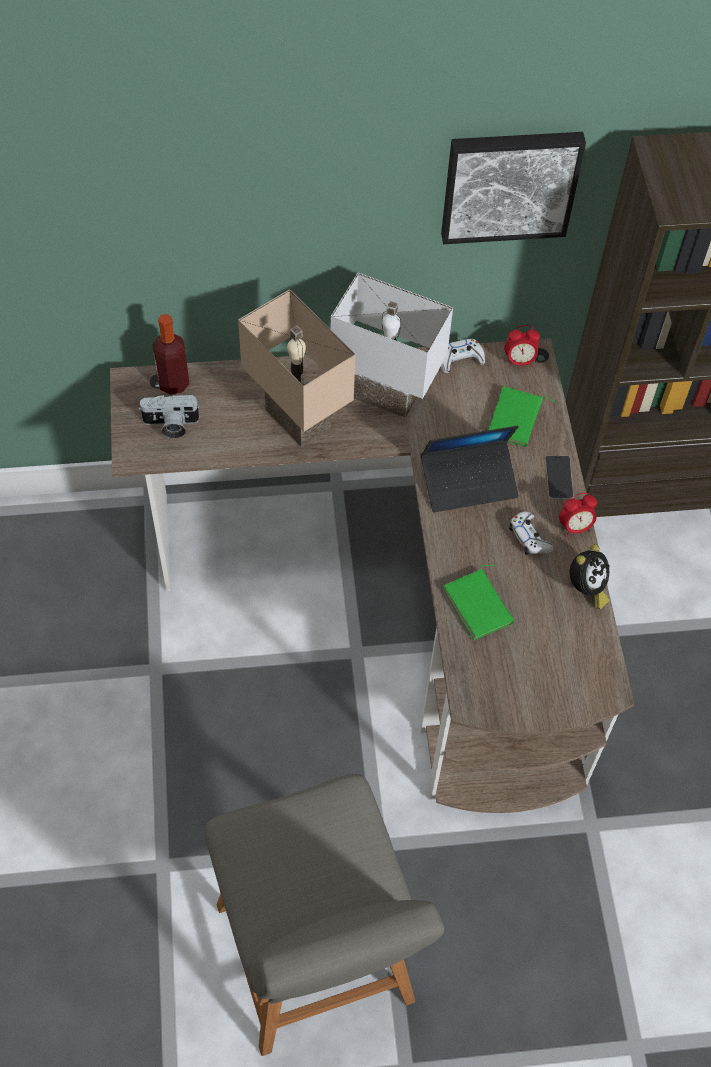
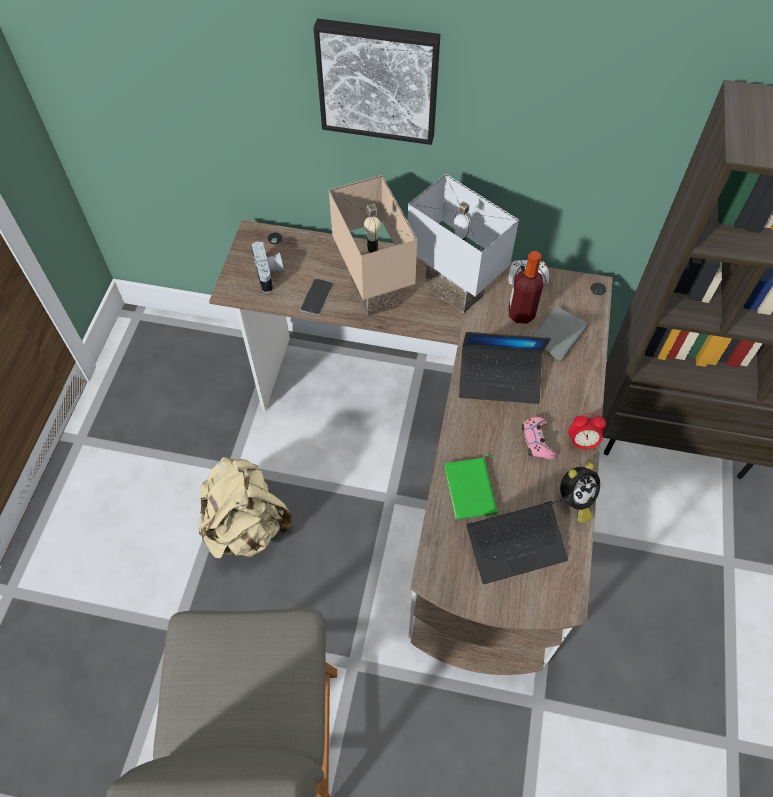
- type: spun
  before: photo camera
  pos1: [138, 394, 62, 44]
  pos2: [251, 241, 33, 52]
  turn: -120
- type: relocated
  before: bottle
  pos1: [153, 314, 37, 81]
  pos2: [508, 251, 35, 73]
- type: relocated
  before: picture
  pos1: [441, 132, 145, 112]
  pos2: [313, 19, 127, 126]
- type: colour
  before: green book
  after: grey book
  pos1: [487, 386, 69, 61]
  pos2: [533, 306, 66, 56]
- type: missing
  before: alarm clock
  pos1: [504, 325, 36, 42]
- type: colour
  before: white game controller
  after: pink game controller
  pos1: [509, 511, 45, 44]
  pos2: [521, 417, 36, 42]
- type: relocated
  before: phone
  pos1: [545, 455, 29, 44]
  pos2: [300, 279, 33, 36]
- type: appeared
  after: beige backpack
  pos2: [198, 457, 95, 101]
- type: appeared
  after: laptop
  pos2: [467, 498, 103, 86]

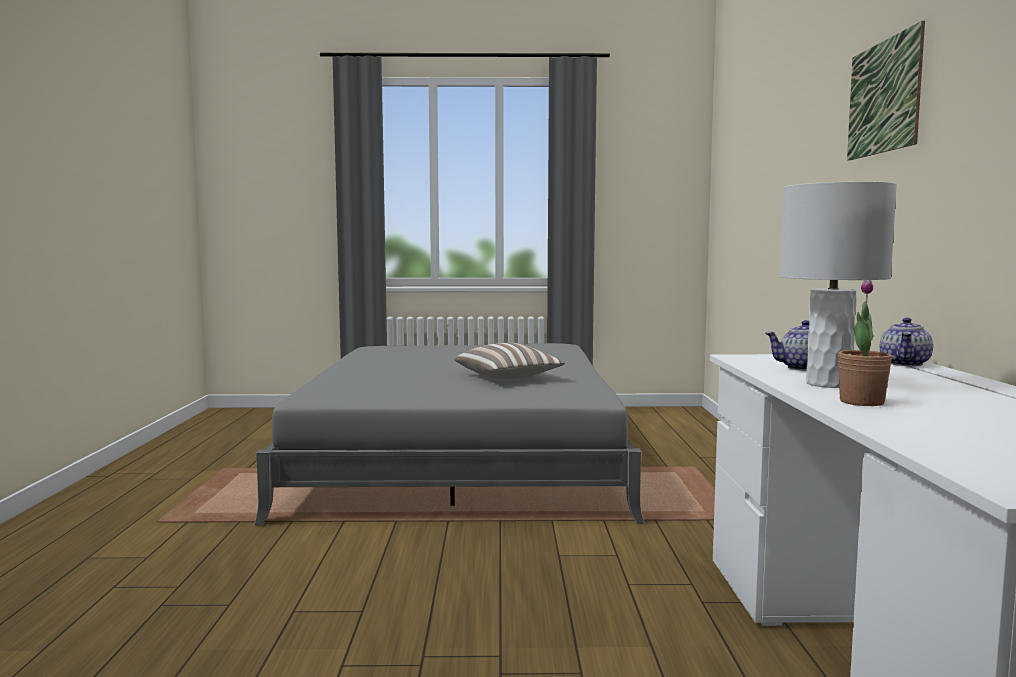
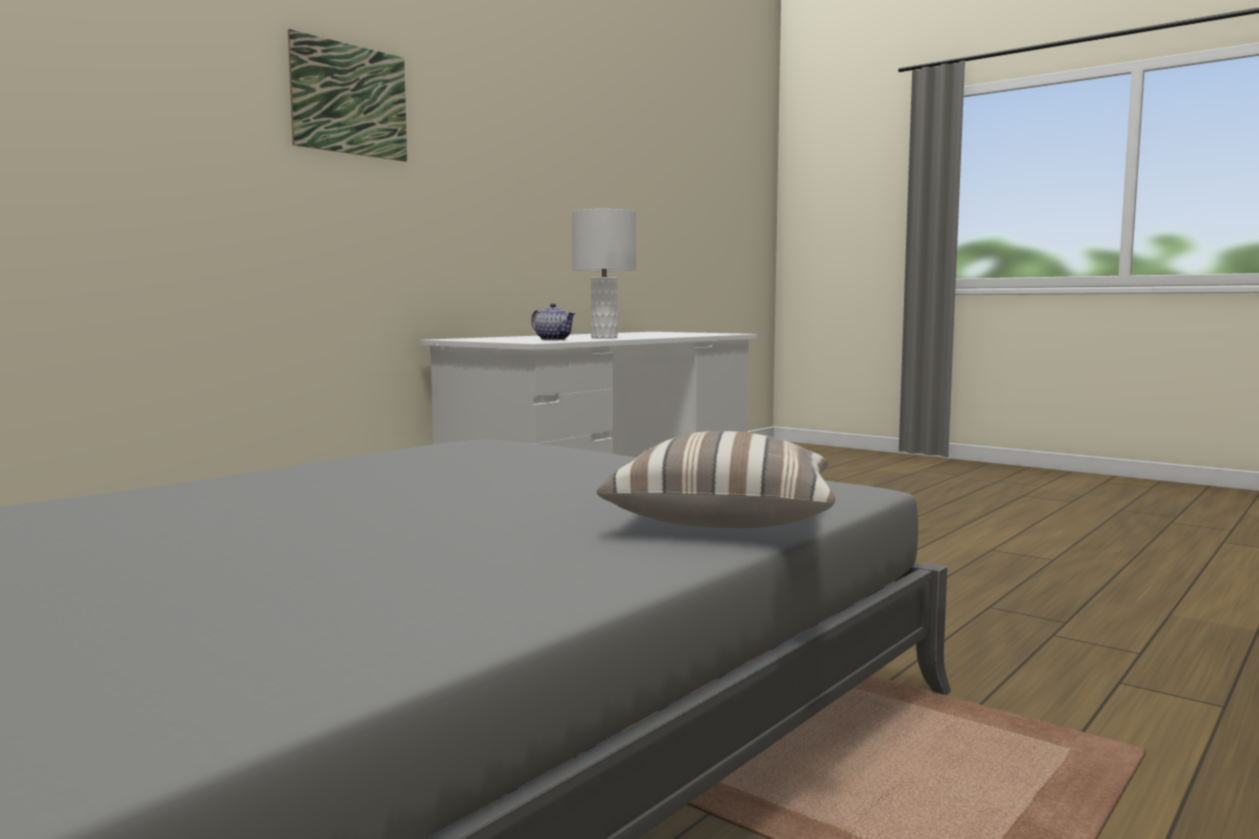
- type: relocated
  before: pillow
  pos1: [454, 343, 111, 36]
  pos2: [596, 431, 240, 97]
- type: missing
  before: potted plant
  pos1: [838, 279, 54, 127]
- type: missing
  before: teapot
  pos1: [880, 318, 53, 48]

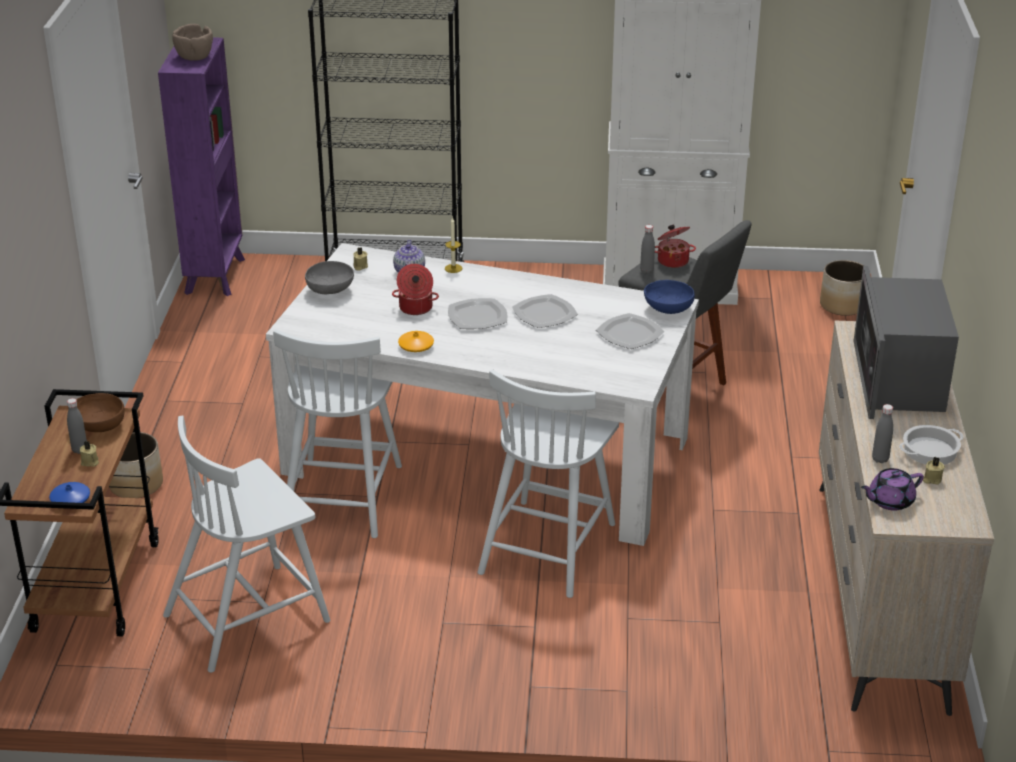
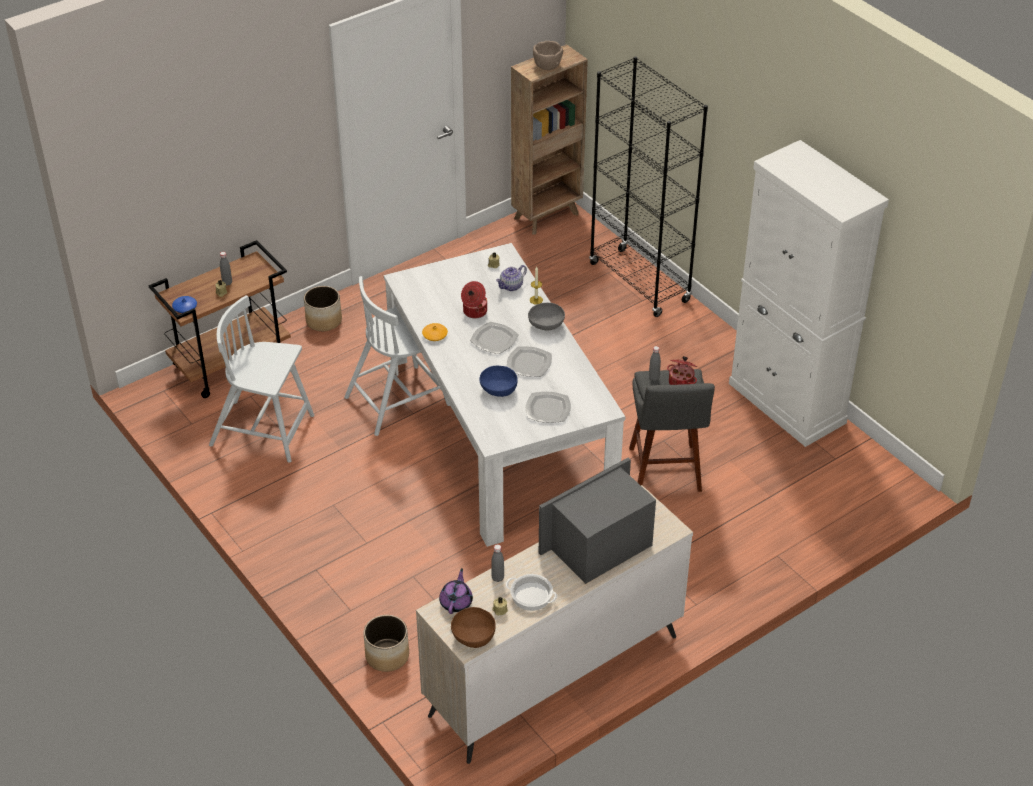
- type: relocated
  before: brown bowl
  pos1: [76, 393, 49, 39]
  pos2: [451, 607, 45, 41]
- type: colour
  before: purple bookcase
  after: brown bookcase
  pos1: [158, 38, 87, 258]
  pos2: [511, 44, 77, 191]
- type: relocated
  before: grey bowl
  pos1: [305, 261, 49, 33]
  pos2: [528, 303, 37, 28]
- type: missing
  before: white chair
  pos1: [478, 369, 141, 229]
- type: relocated
  before: blue bowl
  pos1: [644, 280, 51, 34]
  pos2: [479, 366, 39, 31]
- type: relocated
  before: planter
  pos1: [820, 260, 44, 56]
  pos2: [364, 615, 45, 57]
- type: spun
  before: purple teapot
  pos1: [861, 468, 63, 43]
  pos2: [439, 568, 34, 46]
  turn: 75

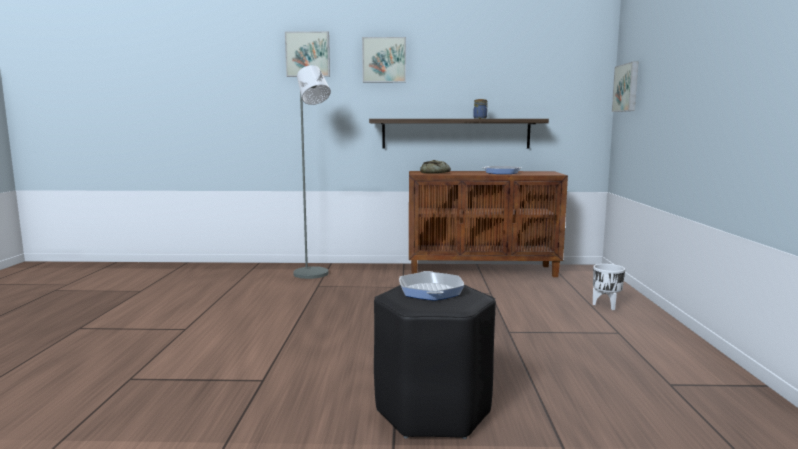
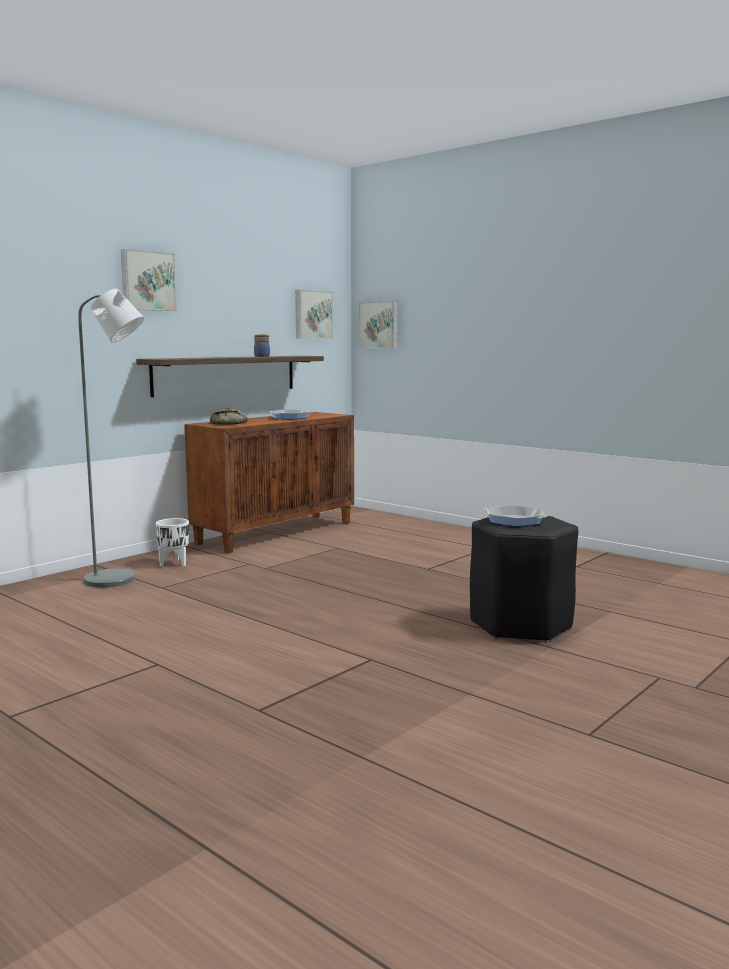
- type: relocated
  before: picture
  pos1: [285, 31, 45, 46]
  pos2: [295, 290, 38, 49]
- type: relocated
  before: white planter
  pos1: [593, 264, 32, 46]
  pos2: [156, 518, 33, 48]

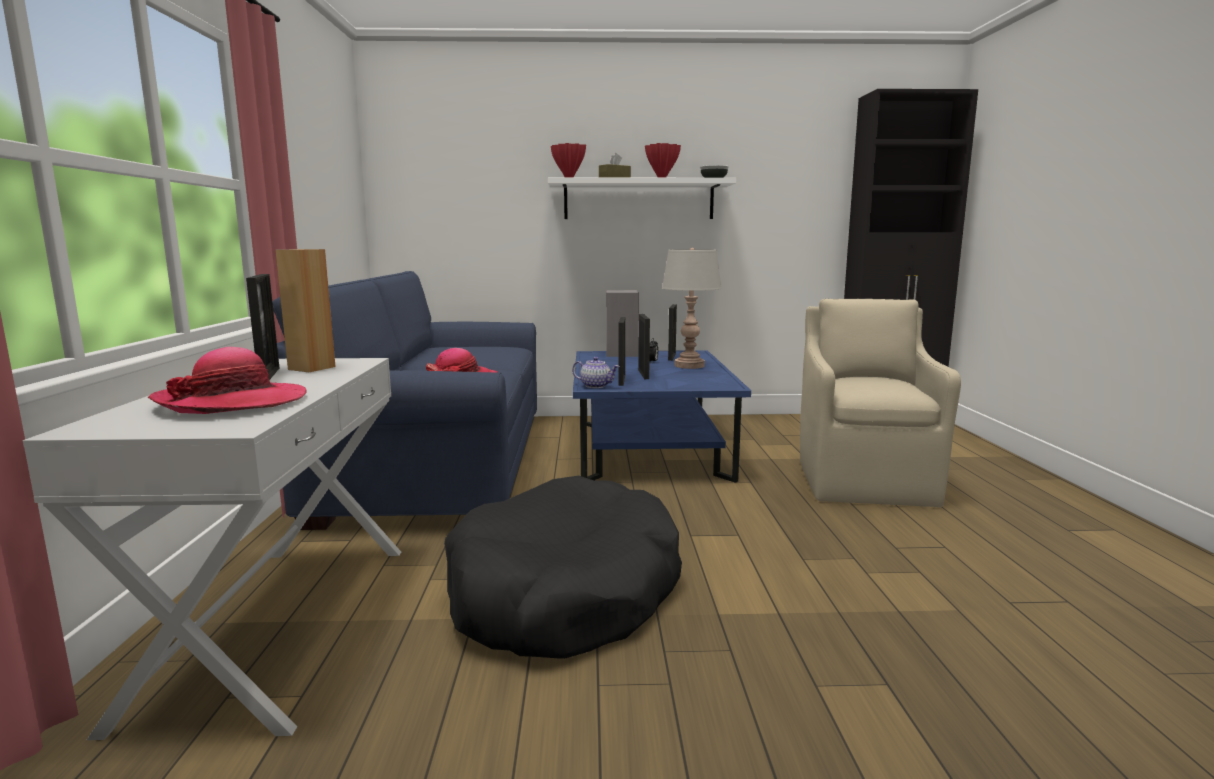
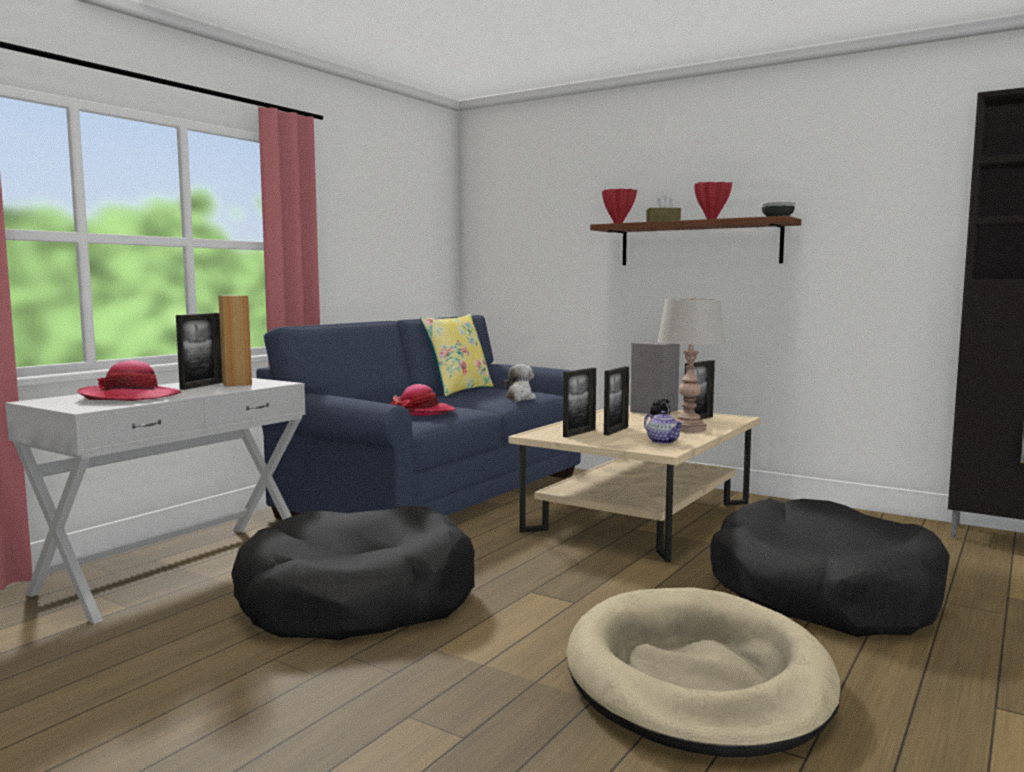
- type: colour
  before: white shelf
  after: brown shelf
  pos1: [548, 178, 188, 41]
  pos2: [590, 216, 211, 49]
- type: relocated
  before: teapot
  pos1: [572, 357, 48, 31]
  pos2: [644, 411, 39, 33]
- type: colour
  before: blue coffee table
  after: beige coffee table
  pos1: [573, 350, 178, 133]
  pos2: [509, 405, 251, 157]
- type: exchanged
  before: beige armchair
  after: black dog bed
  pos1: [800, 299, 161, 208]
  pos2: [710, 499, 240, 138]
- type: appeared
  after: yellow pillow
  pos2: [420, 314, 73, 82]
- type: appeared
  after: plush toy
  pos2: [503, 364, 33, 38]
- type: appeared
  after: beige dog bed
  pos2: [566, 587, 275, 170]

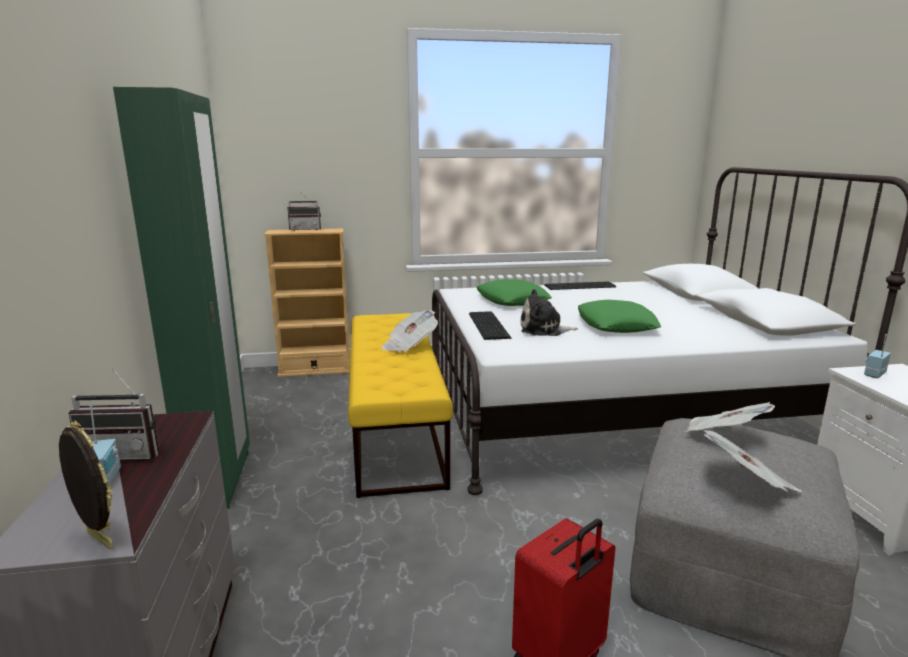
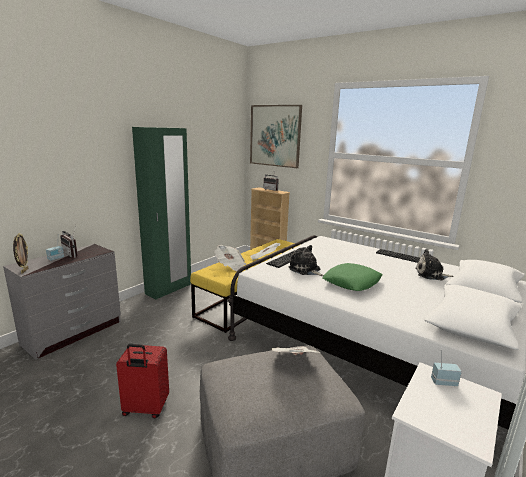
- type: missing
  before: green pillow
  pos1: [476, 280, 76, 26]
- type: relocated
  before: newspaper
  pos1: [703, 430, 99, 62]
  pos2: [214, 245, 32, 26]
- type: appeared
  after: picture
  pos2: [250, 105, 52, 63]
- type: appeared
  after: plush toy
  pos2: [415, 249, 39, 31]

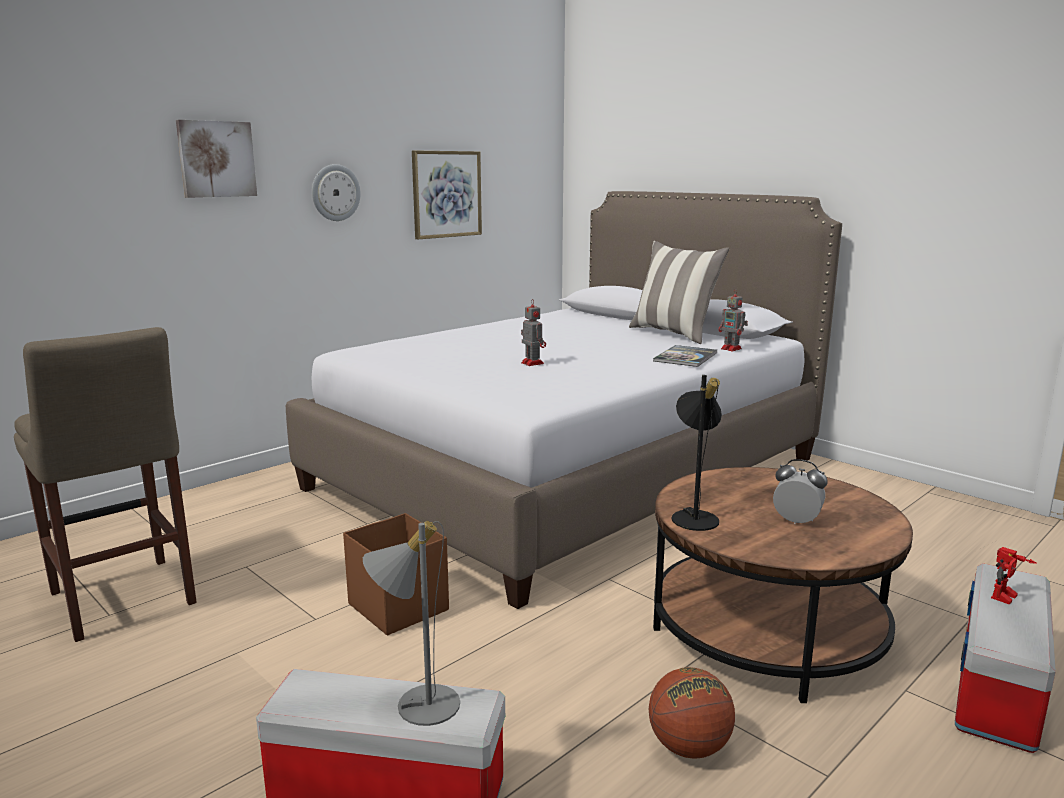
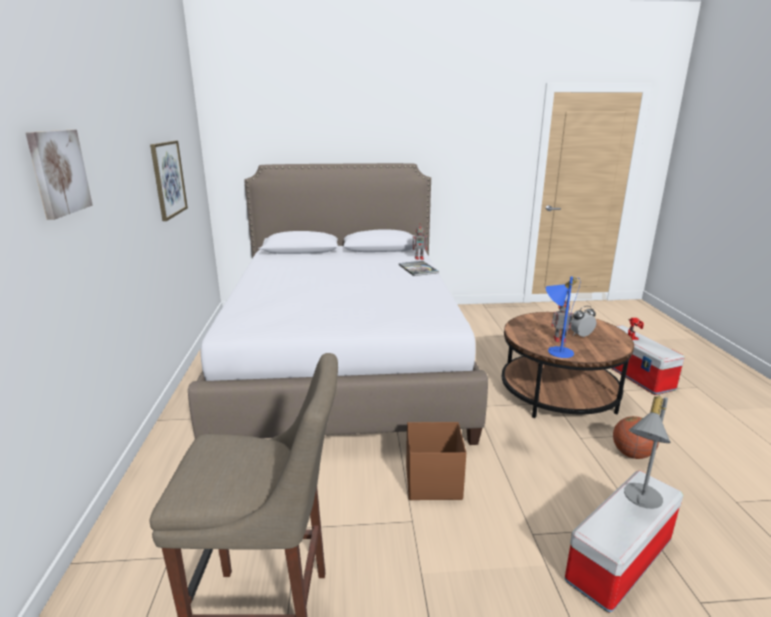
- type: missing
  before: wall clock
  pos1: [312, 164, 49, 57]
- type: relocated
  before: toy robot
  pos1: [521, 300, 25, 66]
  pos2: [551, 298, 22, 45]
- type: missing
  before: pillow
  pos1: [629, 241, 100, 103]
- type: colour
  before: black table lamp
  after: blue table lamp
  pos1: [672, 375, 50, 156]
  pos2: [546, 277, 35, 81]

